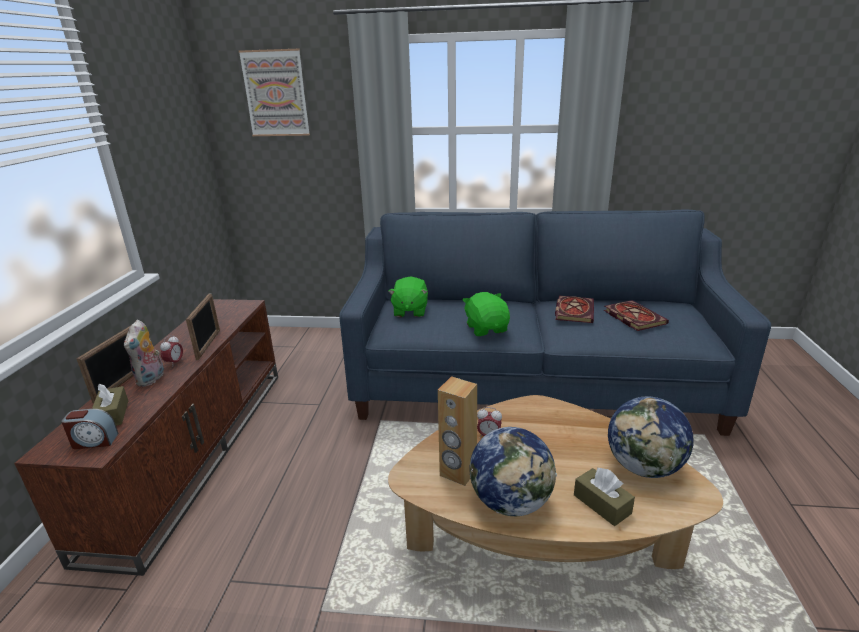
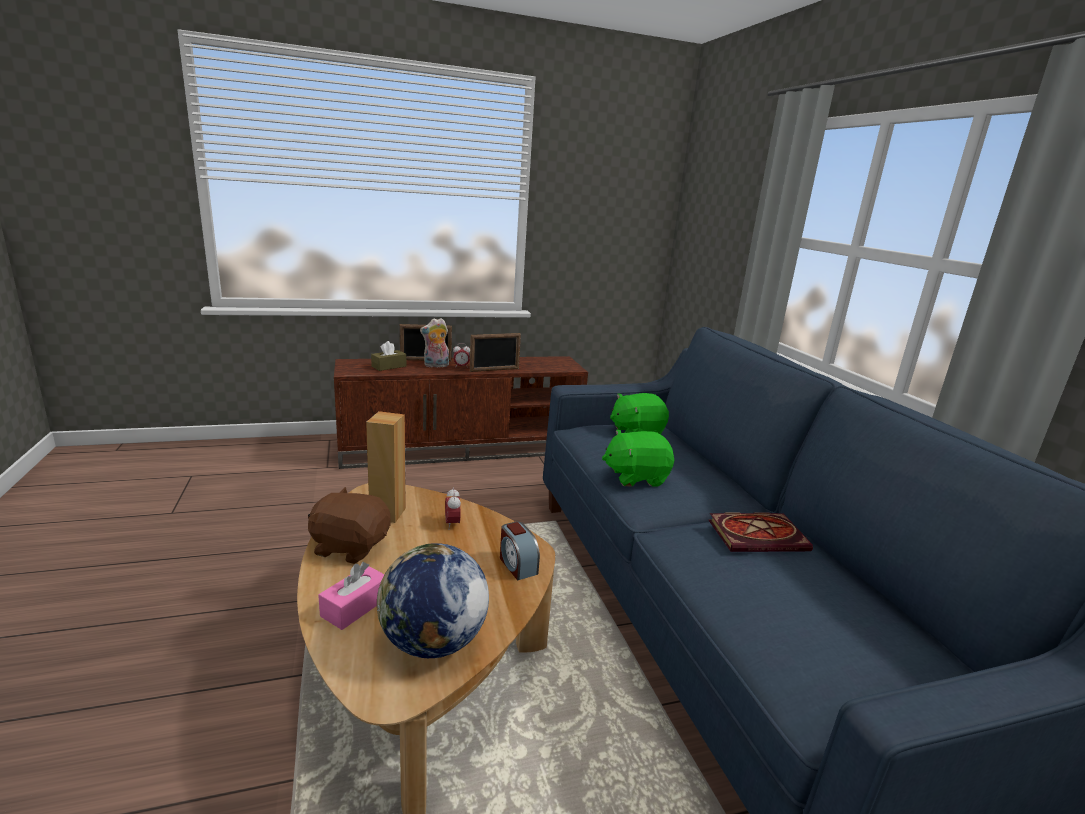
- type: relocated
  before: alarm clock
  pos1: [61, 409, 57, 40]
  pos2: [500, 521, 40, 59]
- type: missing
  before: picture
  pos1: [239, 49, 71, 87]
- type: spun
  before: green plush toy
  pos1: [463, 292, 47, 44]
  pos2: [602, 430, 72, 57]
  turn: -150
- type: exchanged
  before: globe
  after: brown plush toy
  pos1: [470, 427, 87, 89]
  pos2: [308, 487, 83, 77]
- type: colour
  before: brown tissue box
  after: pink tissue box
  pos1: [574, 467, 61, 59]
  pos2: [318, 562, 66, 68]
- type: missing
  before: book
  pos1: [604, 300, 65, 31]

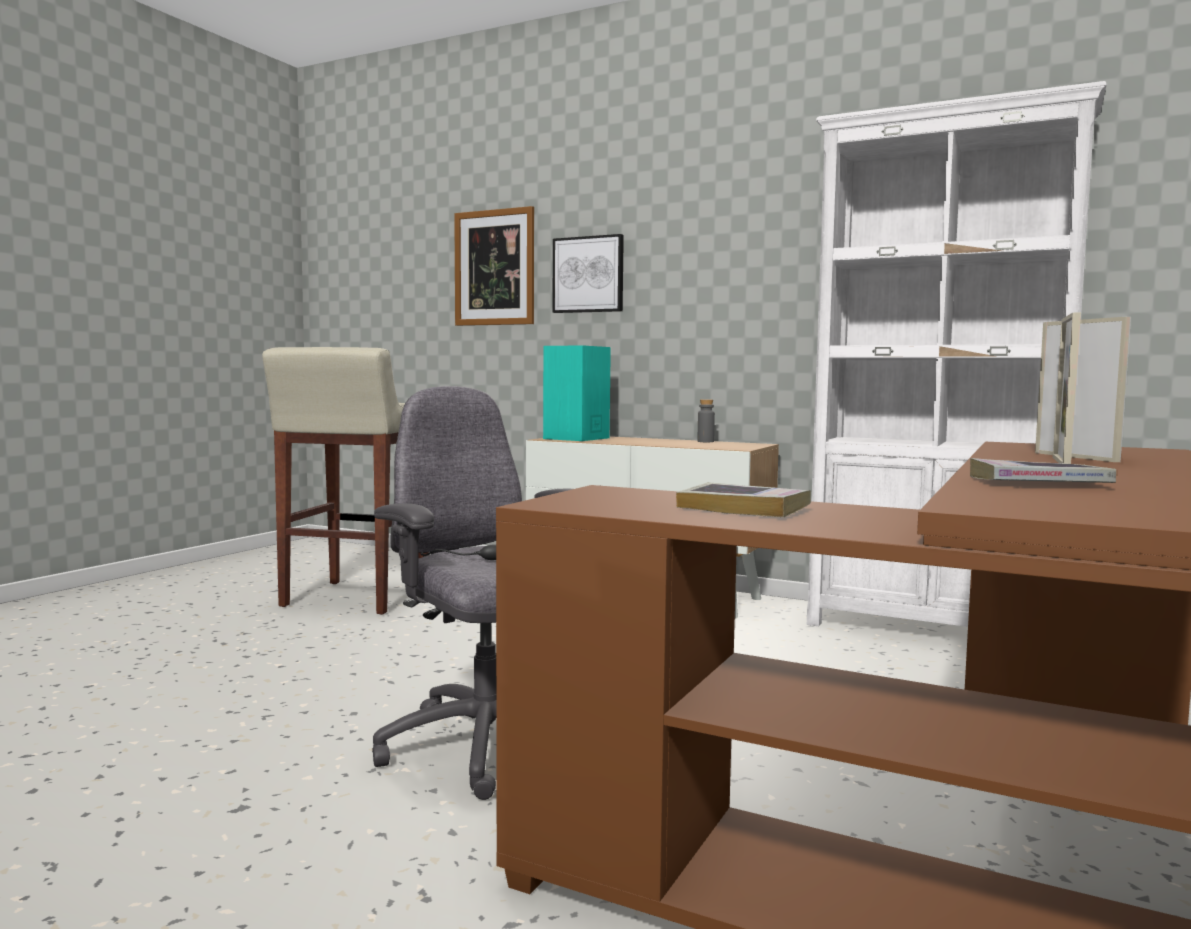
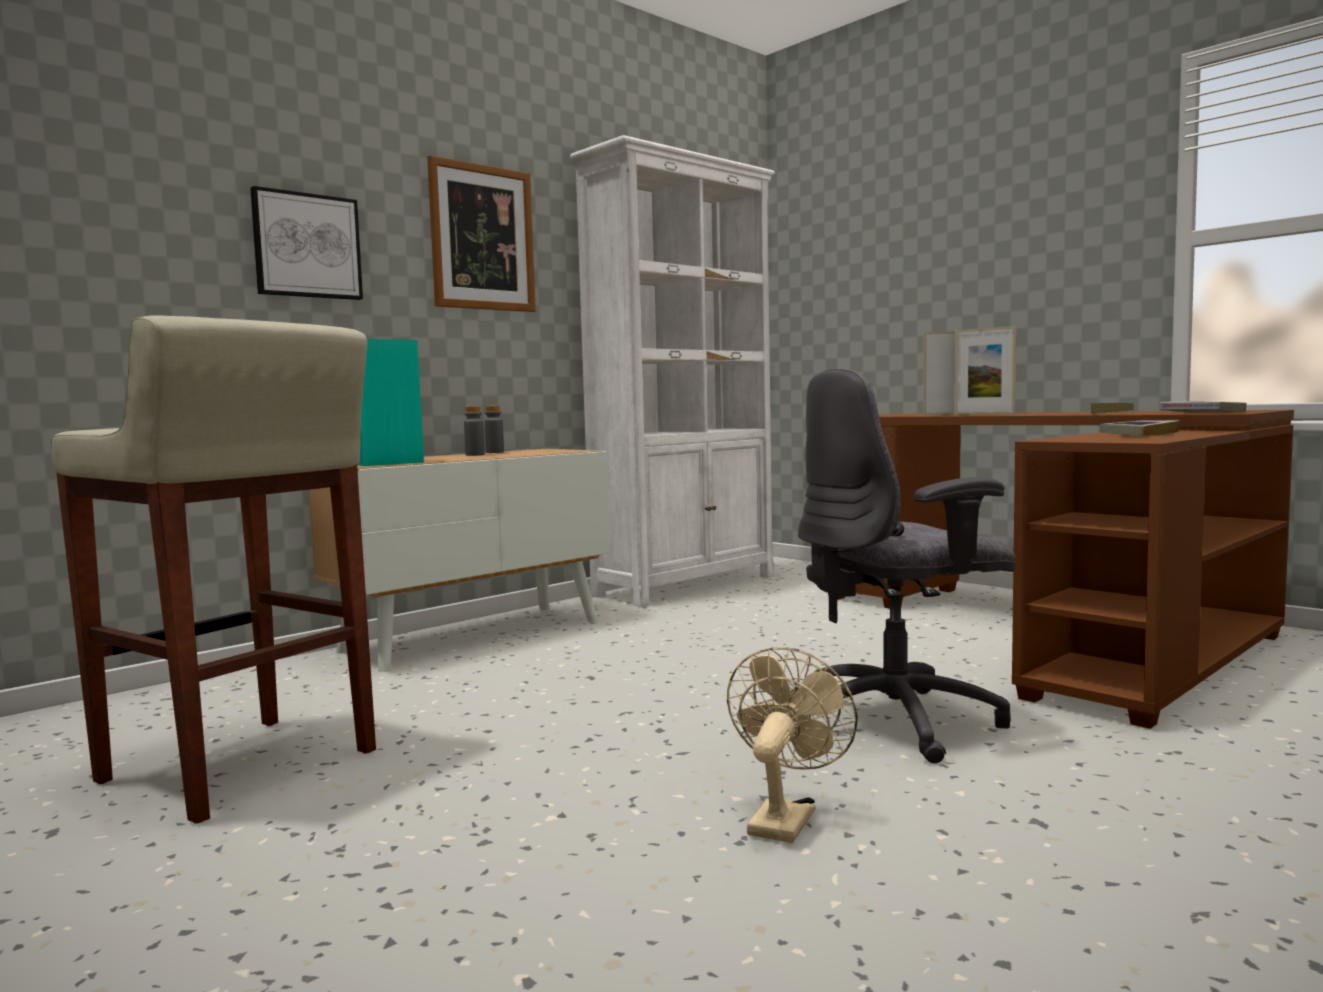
- type: relocated
  before: picture
  pos1: [454, 206, 80, 120]
  pos2: [427, 155, 109, 157]
- type: appeared
  after: grey bottle
  pos2: [464, 406, 21, 50]
- type: appeared
  after: beige fan
  pos2: [727, 647, 131, 196]
- type: appeared
  after: book
  pos2: [1159, 401, 88, 11]

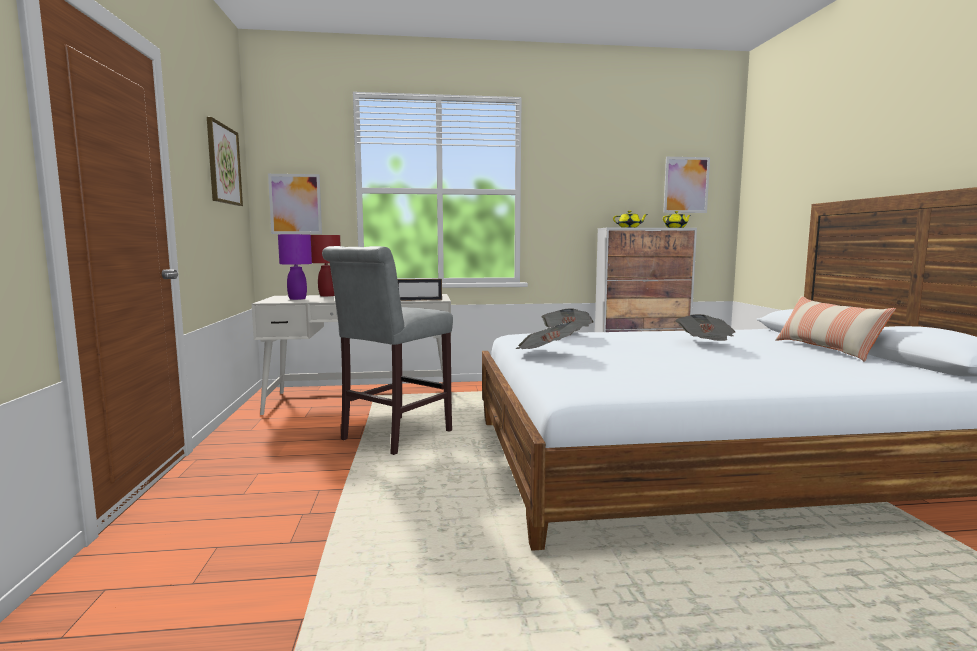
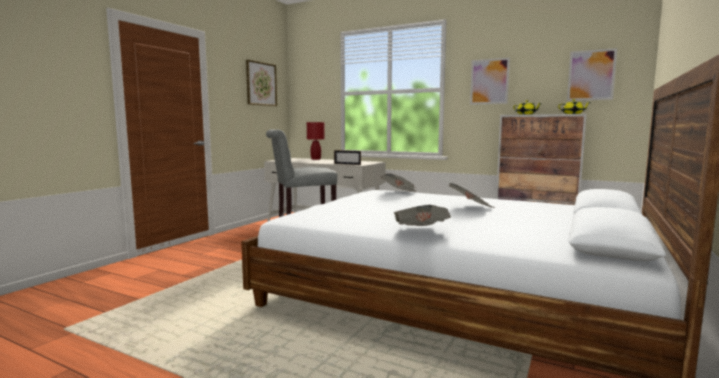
- type: relocated
  before: picture
  pos1: [268, 174, 54, 60]
  pos2: [470, 58, 40, 47]
- type: missing
  before: purple table lamp
  pos1: [278, 234, 34, 66]
- type: relocated
  before: newspaper
  pos1: [516, 321, 64, 28]
  pos2: [394, 205, 57, 21]
- type: missing
  before: pillow
  pos1: [775, 296, 121, 66]

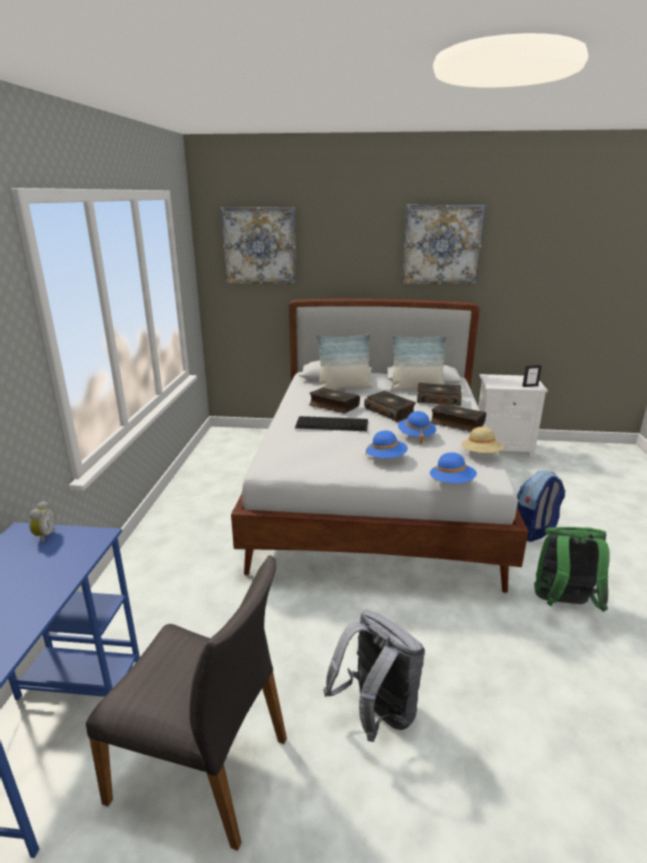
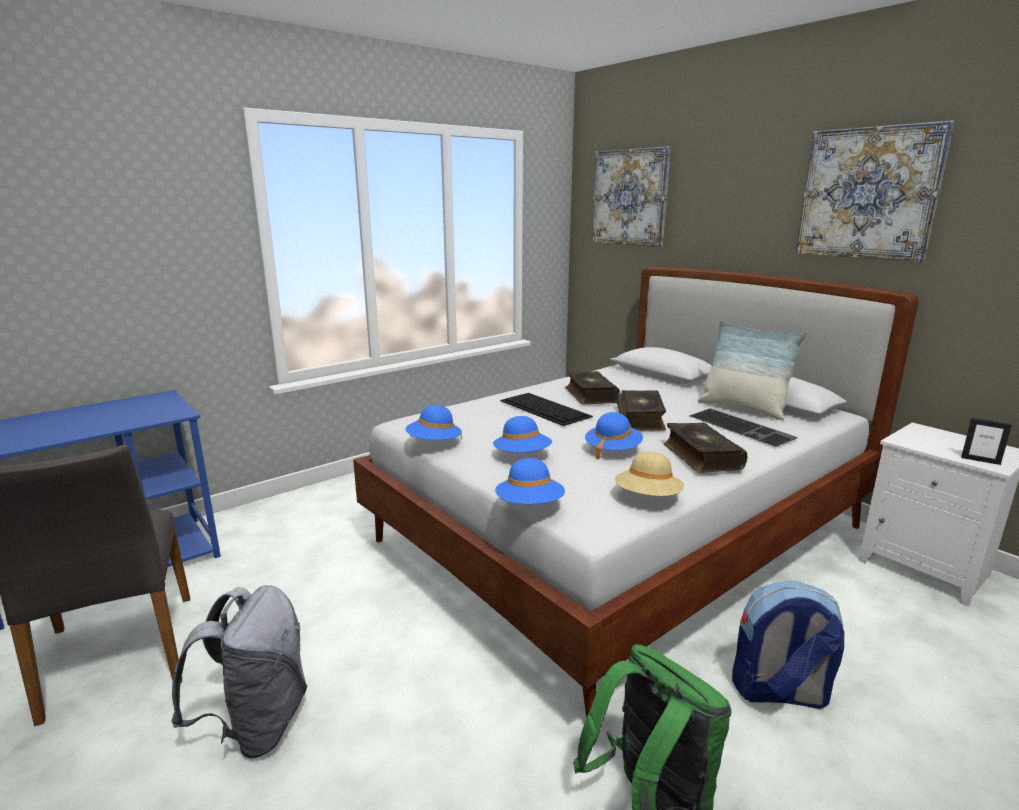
- type: missing
  before: alarm clock
  pos1: [29, 501, 26, 42]
- type: missing
  before: pillow
  pos1: [316, 334, 57, 55]
- type: exchanged
  before: book
  after: keyboard
  pos1: [417, 383, 45, 23]
  pos2: [689, 408, 108, 39]
- type: appeared
  after: blue hat
  pos2: [406, 405, 56, 35]

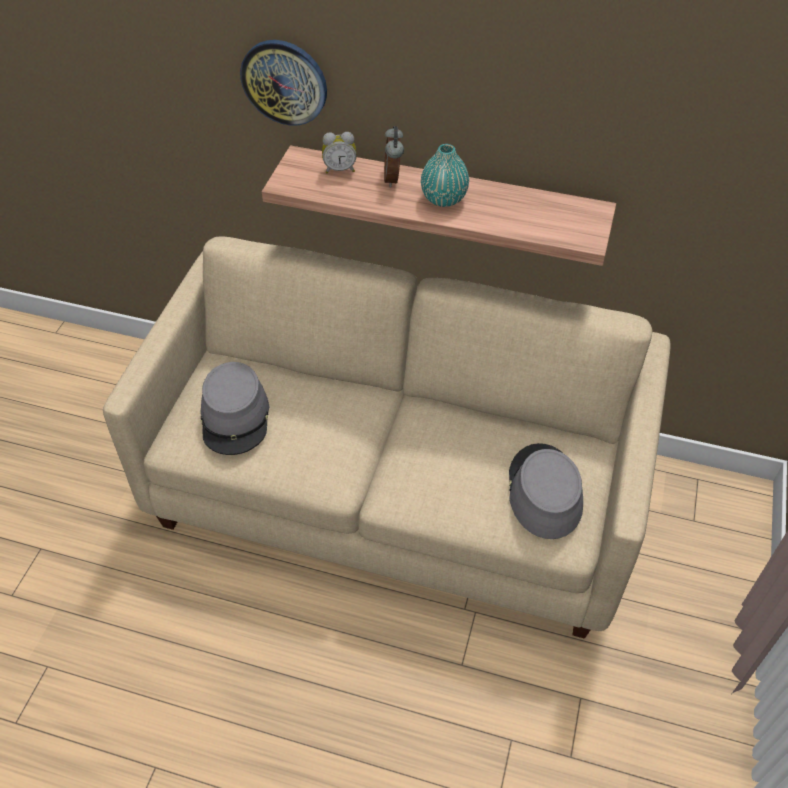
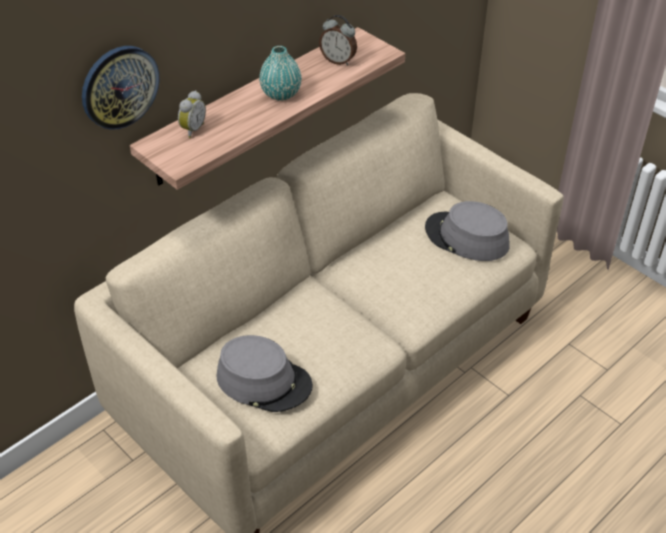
- type: relocated
  before: alarm clock
  pos1: [384, 126, 20, 62]
  pos2: [319, 15, 38, 51]

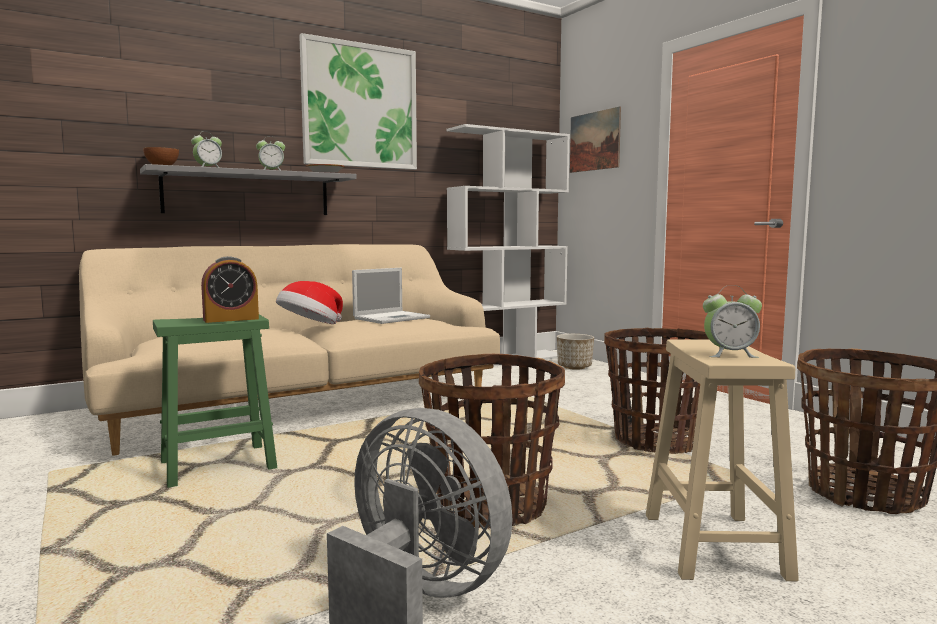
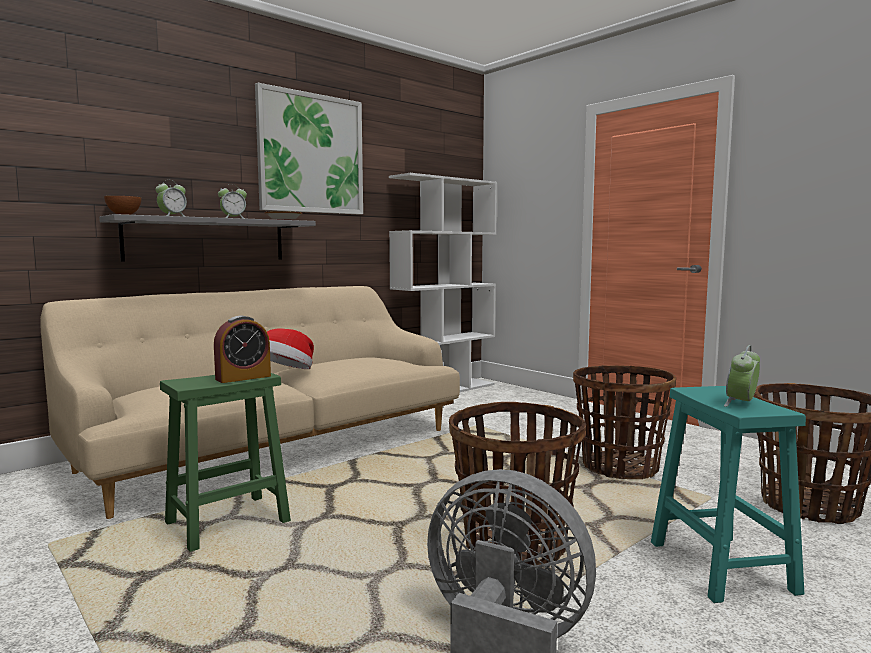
- type: missing
  before: laptop
  pos1: [352, 268, 78, 56]
- type: missing
  before: planter
  pos1: [557, 334, 37, 36]
- type: missing
  before: picture
  pos1: [570, 107, 51, 66]
- type: colour
  before: beige stool
  after: turquoise stool
  pos1: [646, 339, 153, 242]
  pos2: [651, 386, 155, 217]
- type: spun
  before: alarm clock
  pos1: [703, 285, 59, 73]
  pos2: [724, 345, 36, 62]
  turn: 135

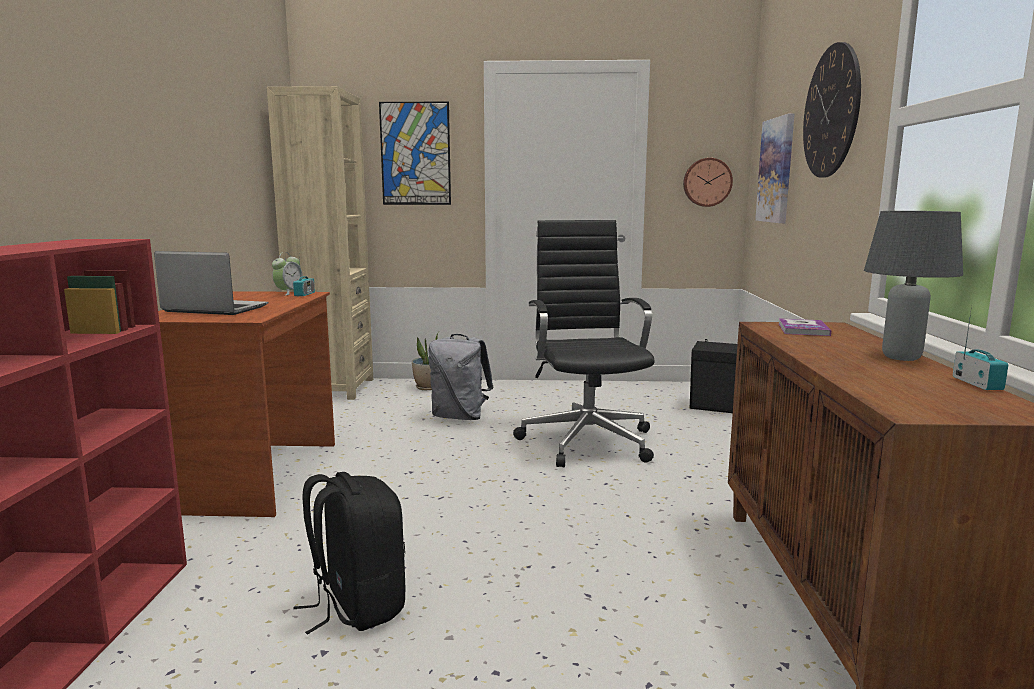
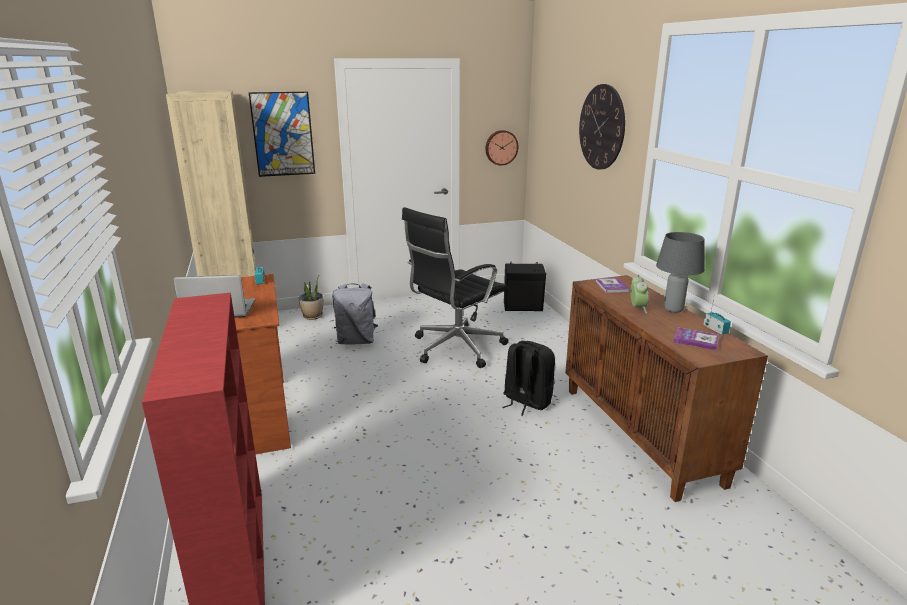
- type: relocated
  before: alarm clock
  pos1: [272, 252, 31, 43]
  pos2: [631, 275, 18, 38]
- type: relocated
  before: black backpack
  pos1: [293, 472, 113, 163]
  pos2: [502, 341, 53, 75]
- type: spun
  before: black office chair
  pos1: [513, 220, 141, 247]
  pos2: [402, 207, 107, 161]
  turn: -105
- type: missing
  before: picture
  pos1: [755, 113, 40, 110]
- type: appeared
  after: book
  pos2: [673, 328, 46, 22]

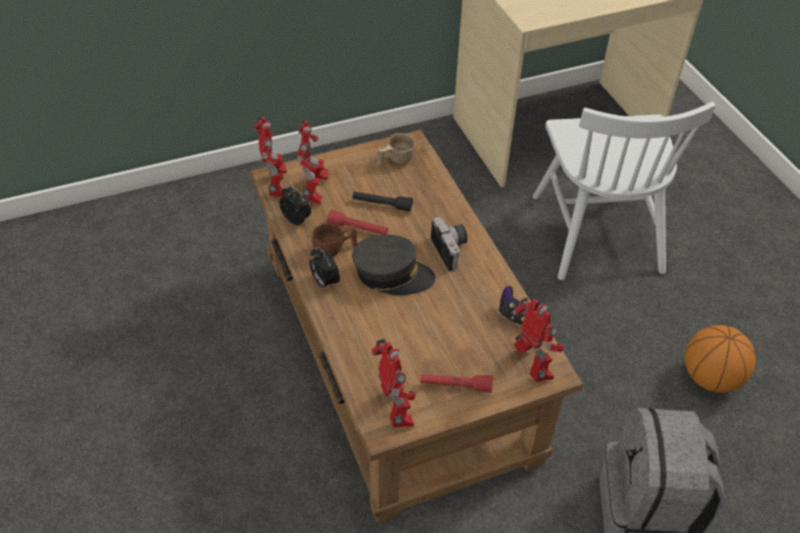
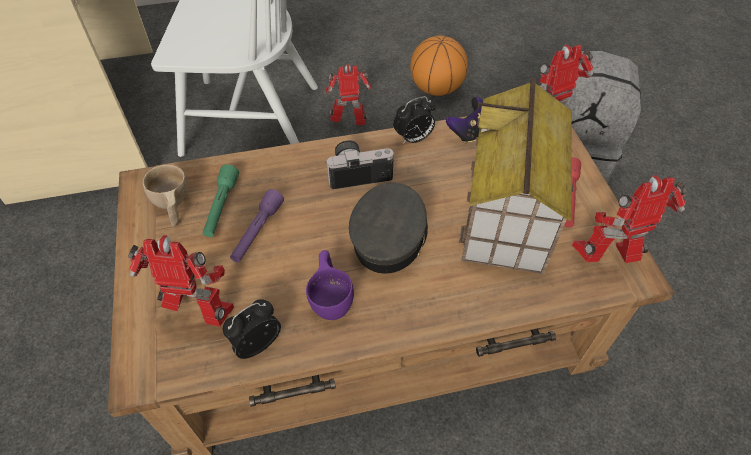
- type: relocated
  before: toy robot
  pos1: [254, 116, 33, 81]
  pos2: [326, 64, 46, 61]
- type: relocated
  before: alarm clock
  pos1: [309, 247, 31, 43]
  pos2: [393, 96, 43, 48]
- type: colour
  before: brown cup
  after: purple cup
  pos1: [312, 223, 45, 34]
  pos2: [306, 250, 48, 70]
- type: missing
  before: red flashlight
  pos1: [327, 210, 61, 25]
- type: colour
  before: black flashlight
  after: purple flashlight
  pos1: [353, 192, 60, 20]
  pos2: [230, 189, 54, 74]
- type: appeared
  after: green flashlight
  pos2: [202, 164, 37, 73]
- type: appeared
  after: toy house
  pos2: [459, 77, 112, 198]

